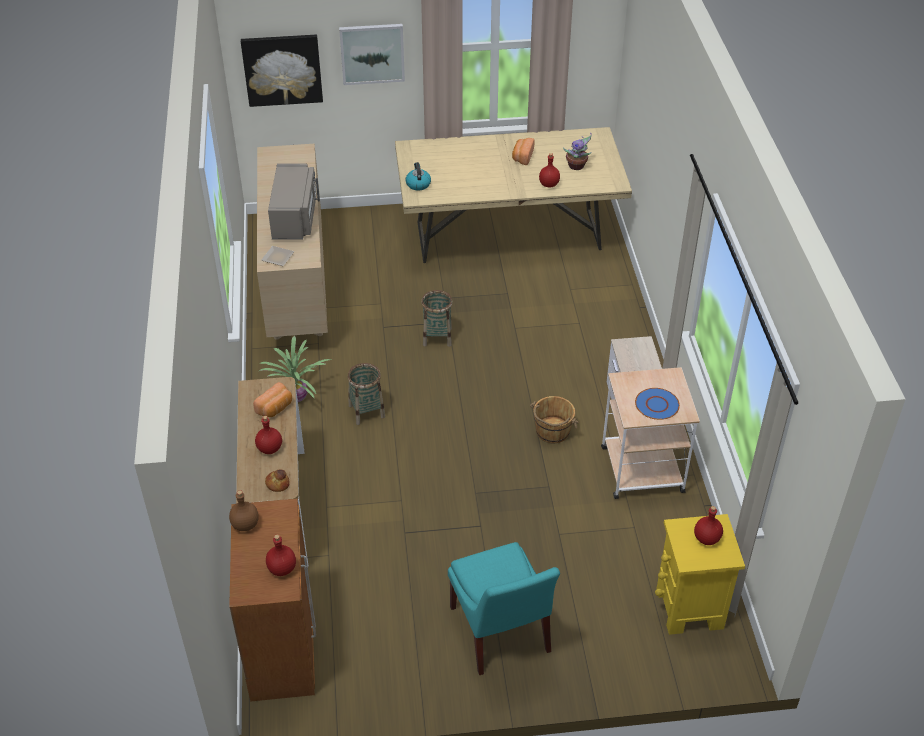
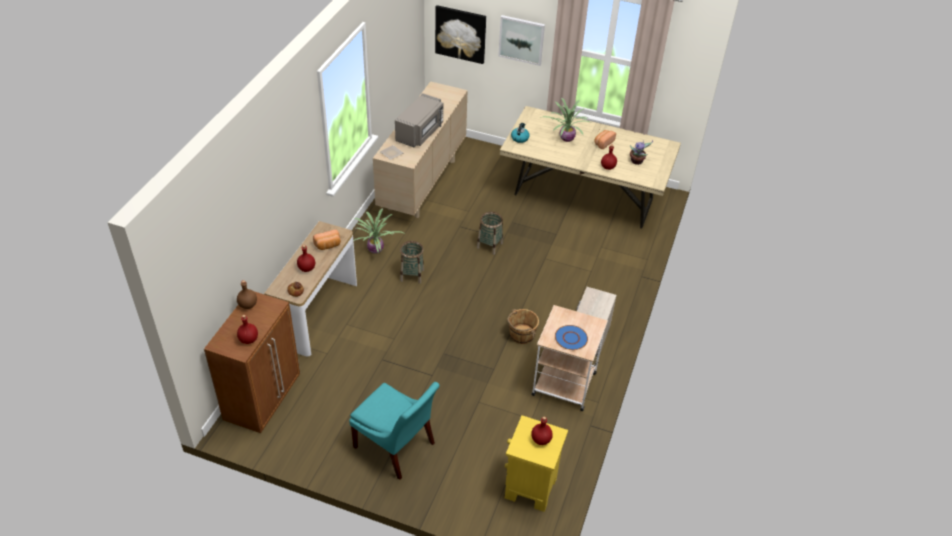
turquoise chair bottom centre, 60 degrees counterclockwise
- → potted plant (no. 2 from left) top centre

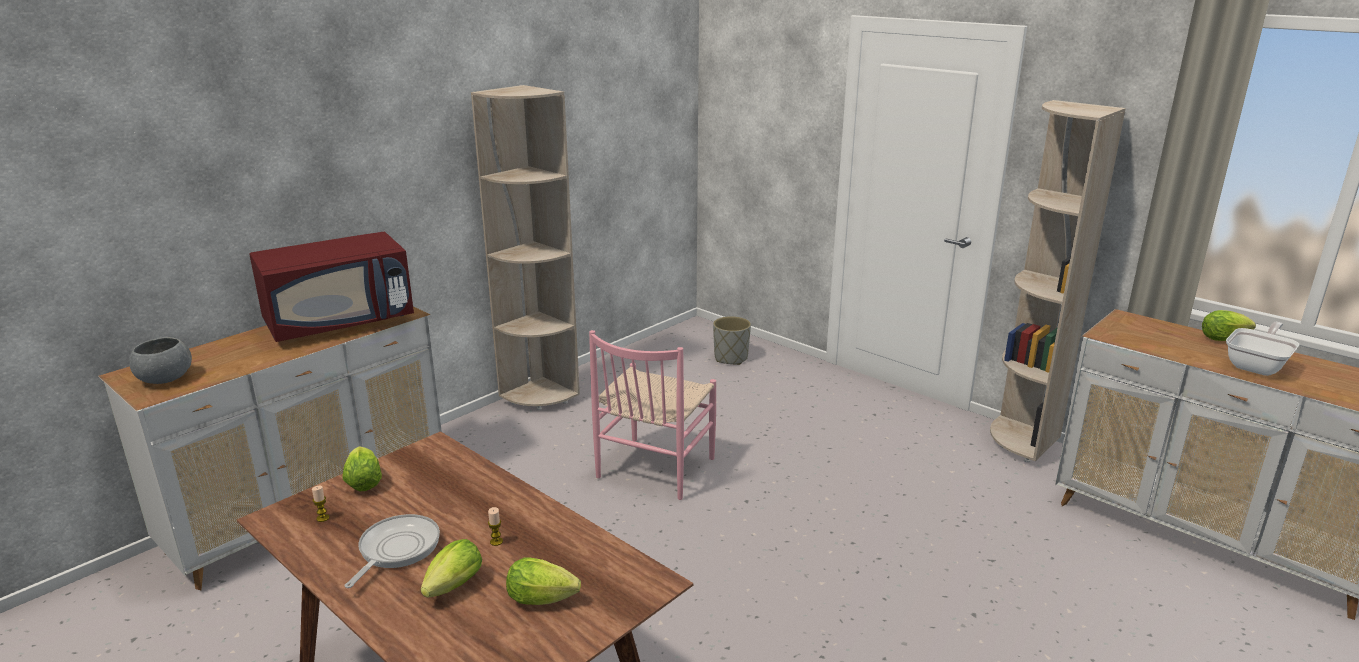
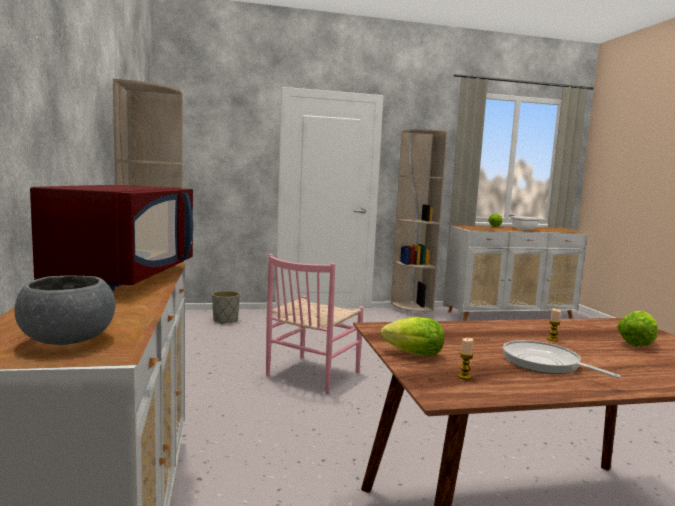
pink chair centre, 60 degrees clockwise
lettuce (no. 2 from left) bottom left → -

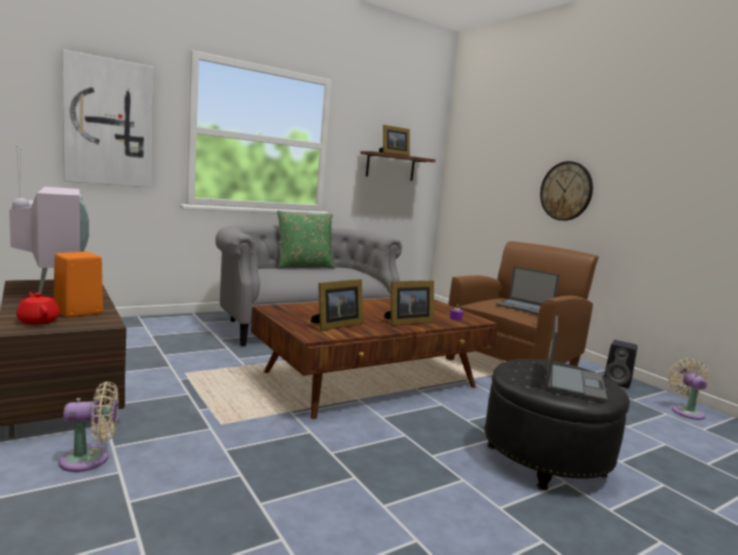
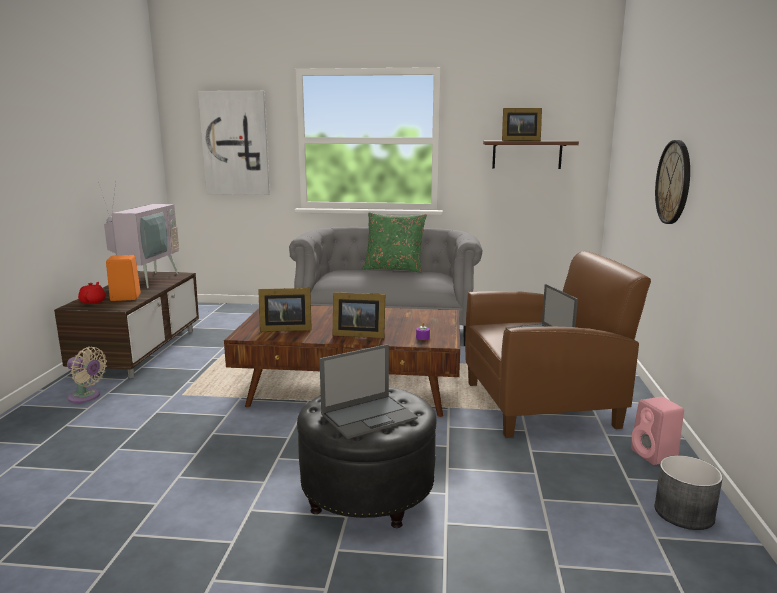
black speaker middle right → pink speaker bottom right
beige fan (no. 2 from left) bottom right → grey planter bottom right

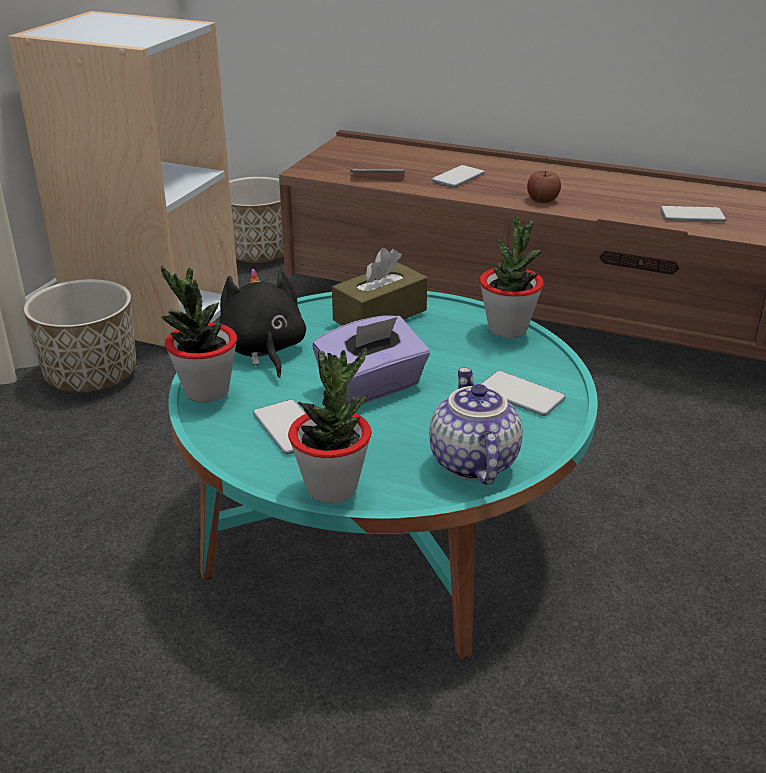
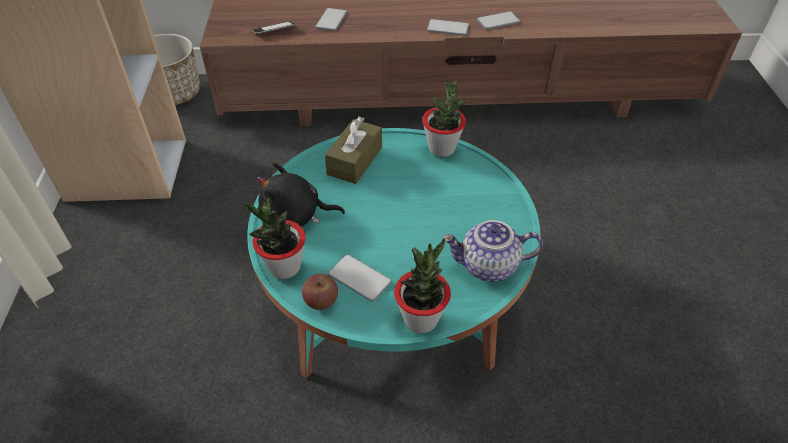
apple top right → apple centre, shifted
black plush toy centre, 45 degrees counterclockwise
planter (no. 1 from left) middle left → -
purple tissue box centre → -
teapot centre, 60 degrees counterclockwise
phone (no. 4 from left) middle right → phone (no. 4 from left) top centre, shifted

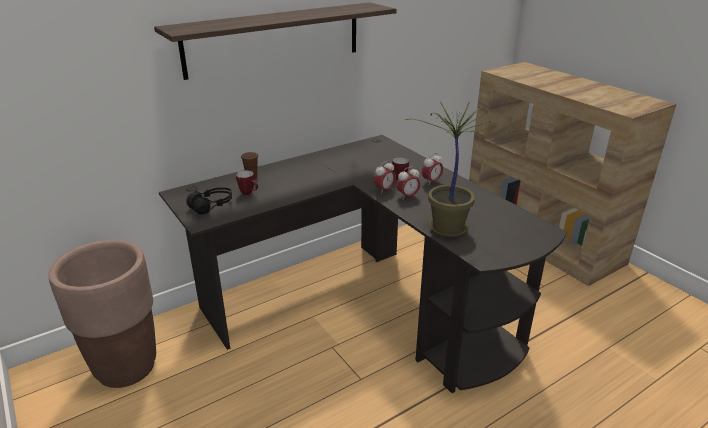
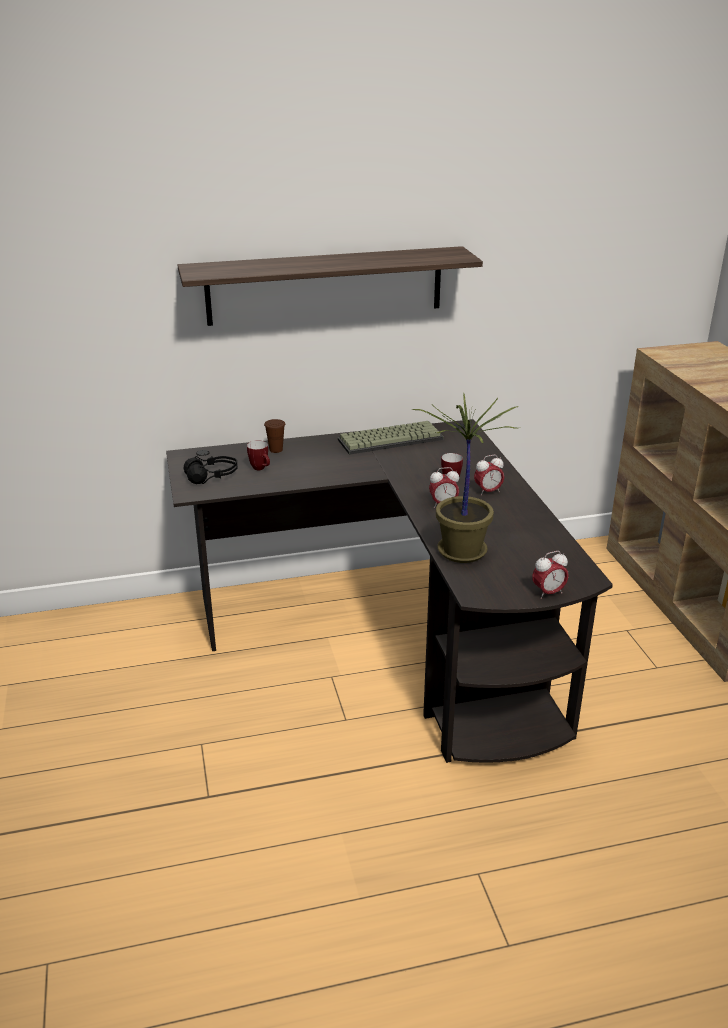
alarm clock (no. 1 from left in the first image) centre → alarm clock (no. 3 from left) middle right, shifted
brown planter bottom left → -
- → keyboard centre

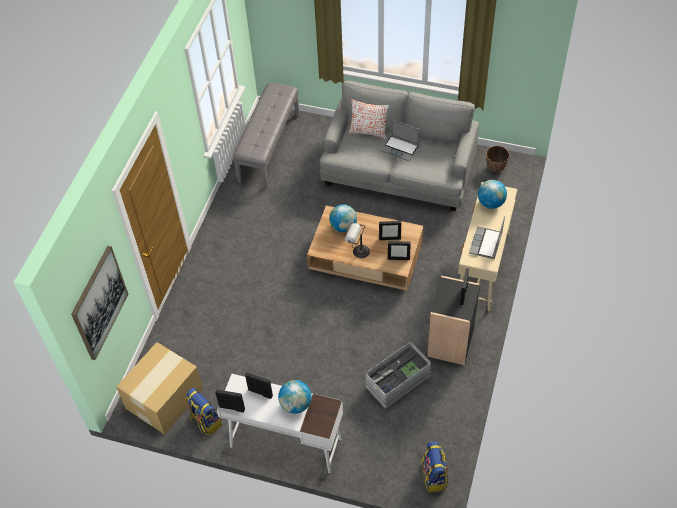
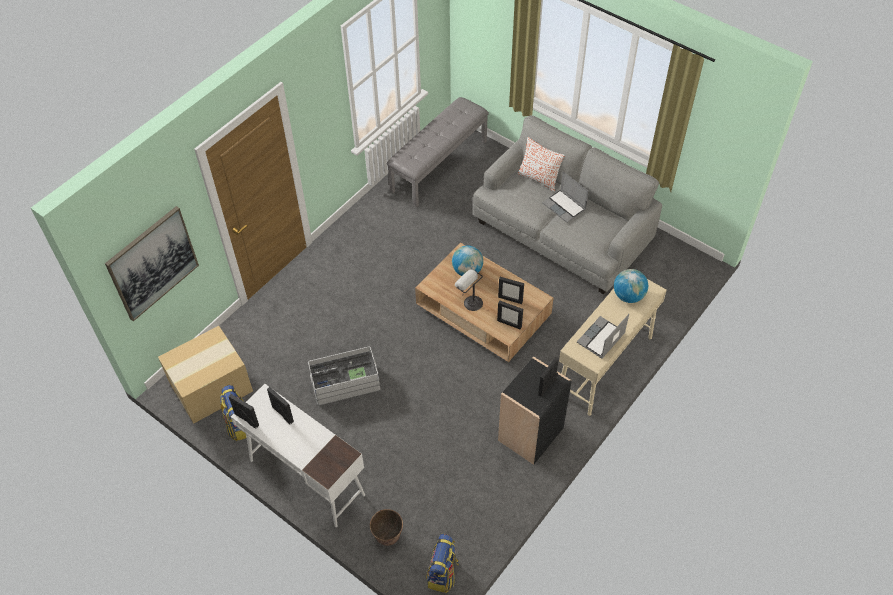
planter top right → planter bottom centre, shifted
grey storage box bottom centre → grey storage box centre, shifted
globe (no. 1 from left) bottom centre → -

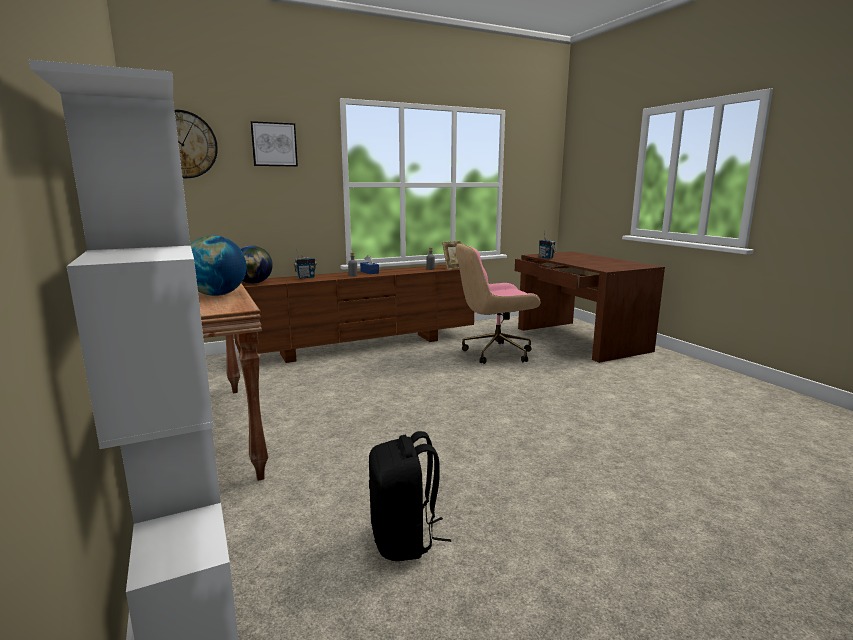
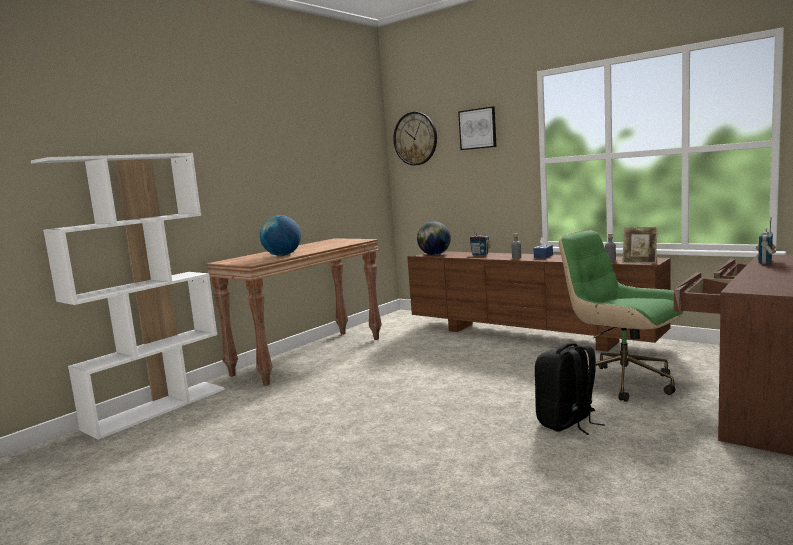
pink office chair centre → green office chair middle right
black backpack bottom centre → black backpack bottom right, shifted

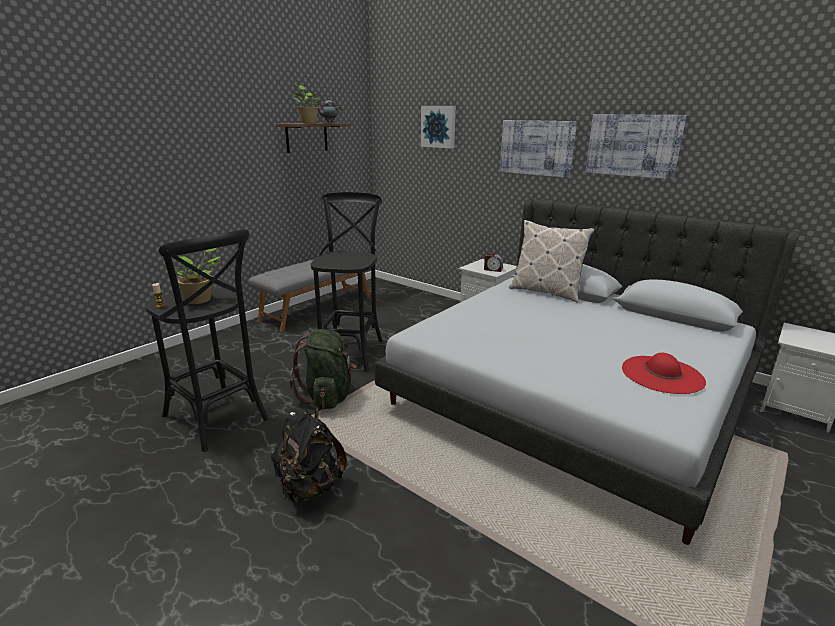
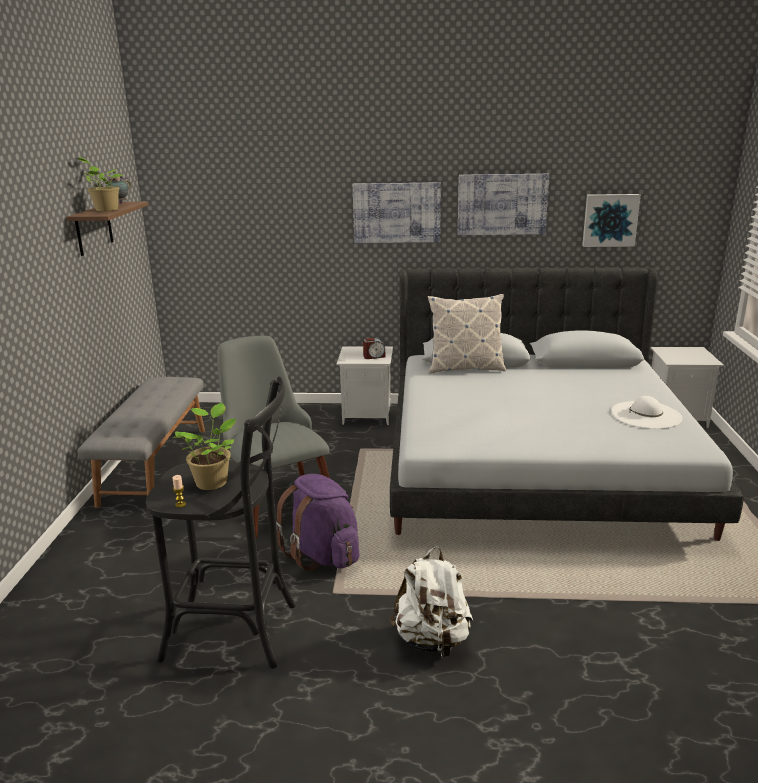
picture (no. 1 from left in the first image) top centre → picture (no. 3 from left) top right, shifted
black stool (no. 2 from left) centre → grey chair centre
green backpack centre → purple backpack bottom centre
red hat middle right → white hat middle right
black backpack bottom centre → white backpack bottom centre

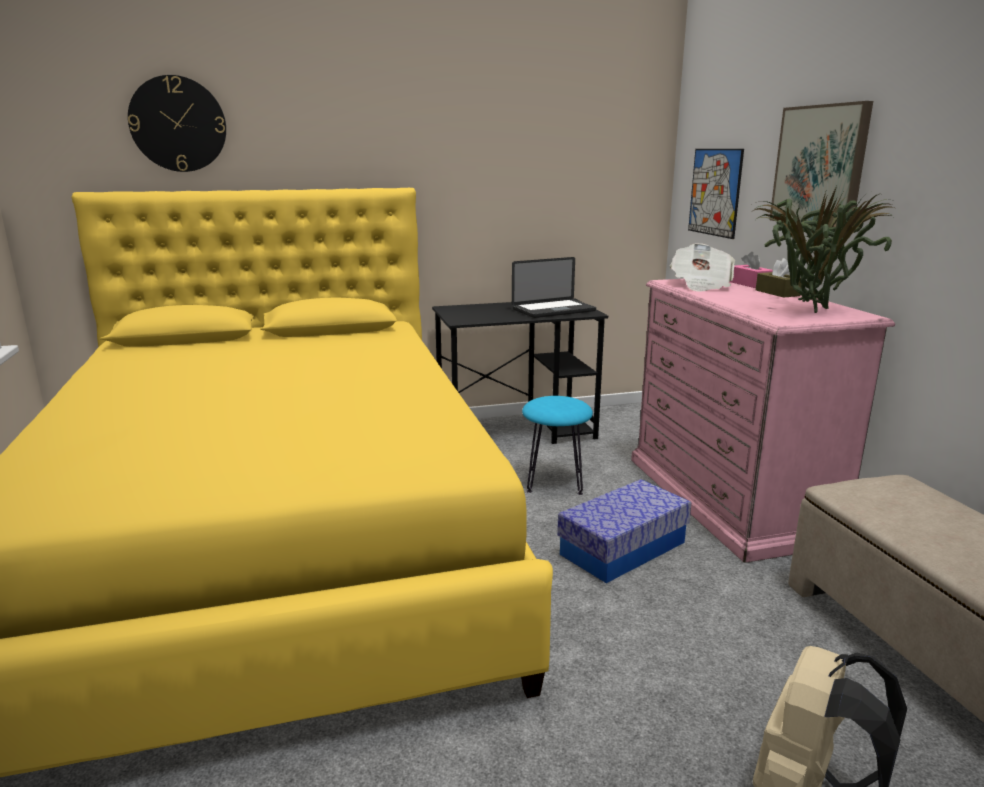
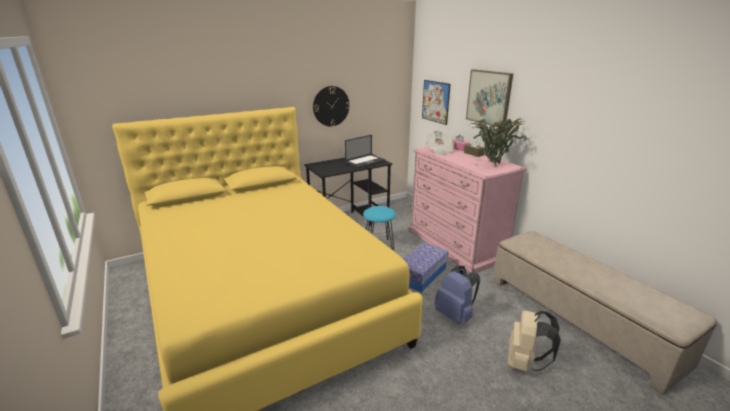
wall clock top left → wall clock top centre, shifted
- → blue backpack bottom centre

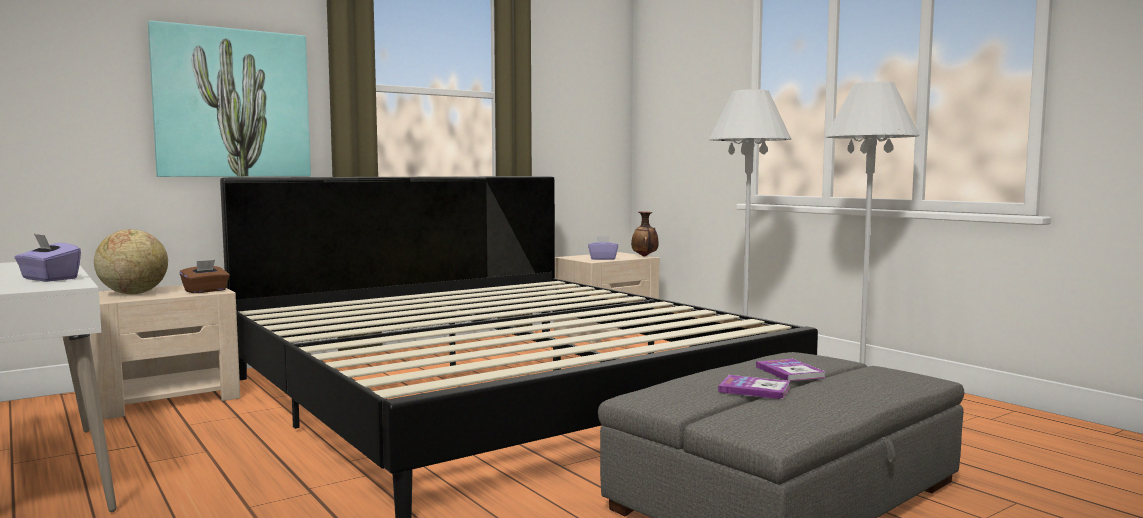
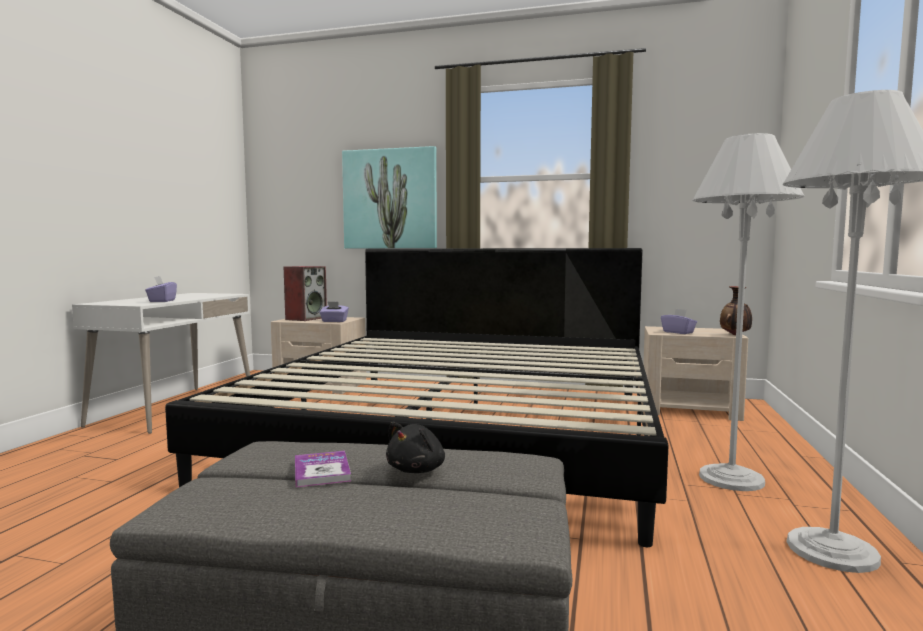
globe middle left → speaker middle left
brown tissue box middle left → purple tissue box (no. 2 from left) centre
book (no. 2 from left) bottom right → black plush toy bottom centre

